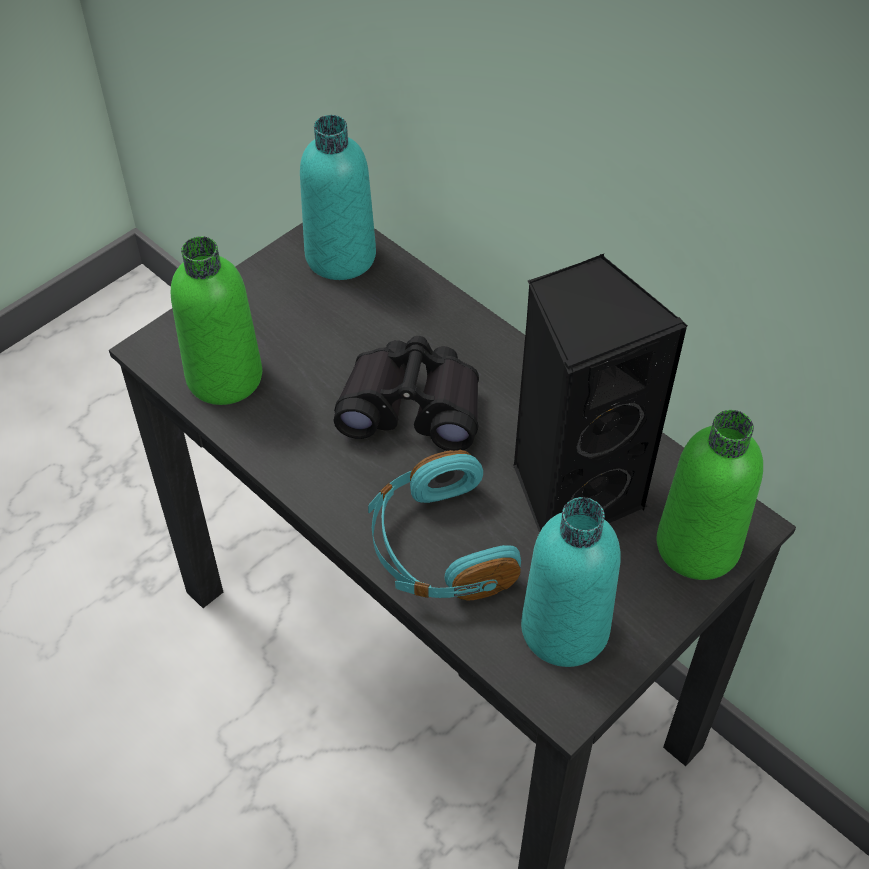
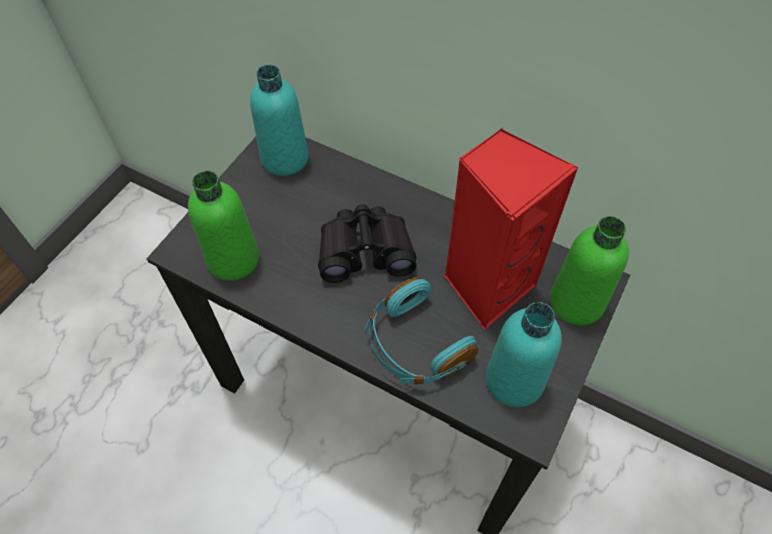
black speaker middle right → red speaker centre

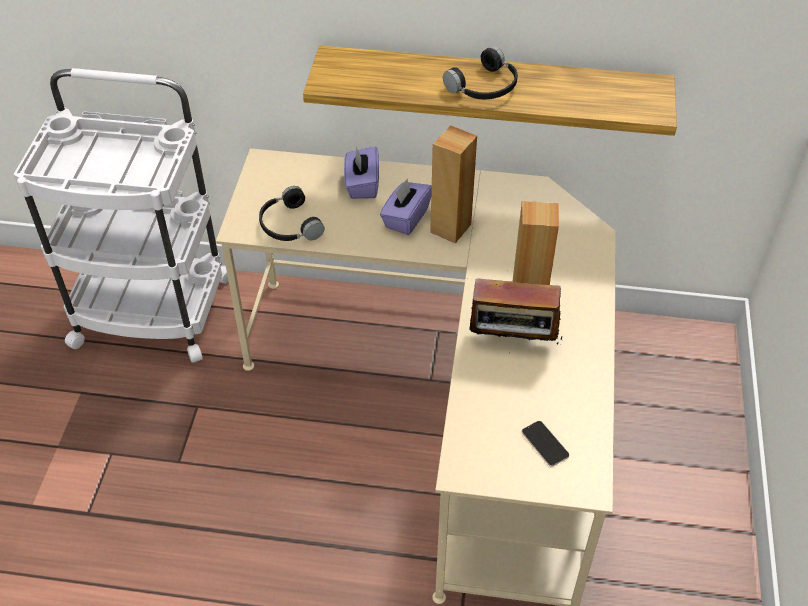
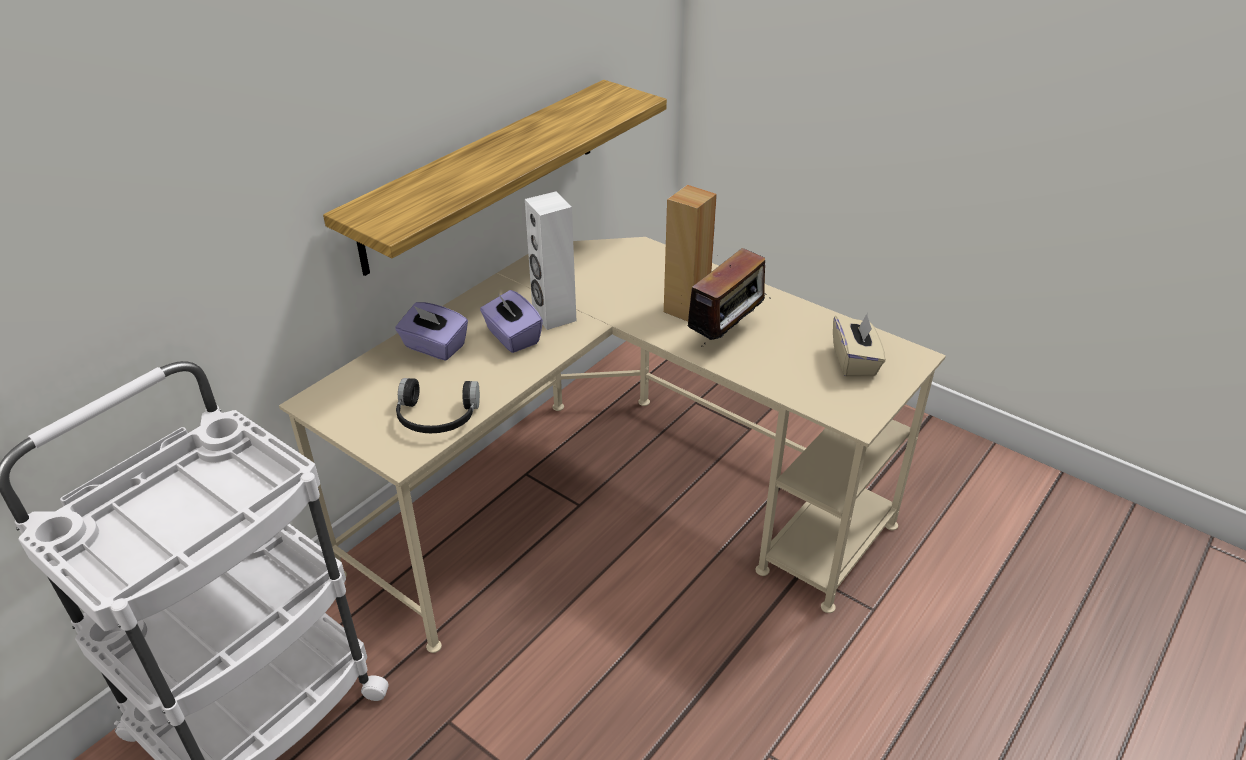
black headphones (no. 2 from left) top centre → -
brown speaker (no. 1 from left) top centre → white speaker centre
phone bottom right → beige tissue box middle right

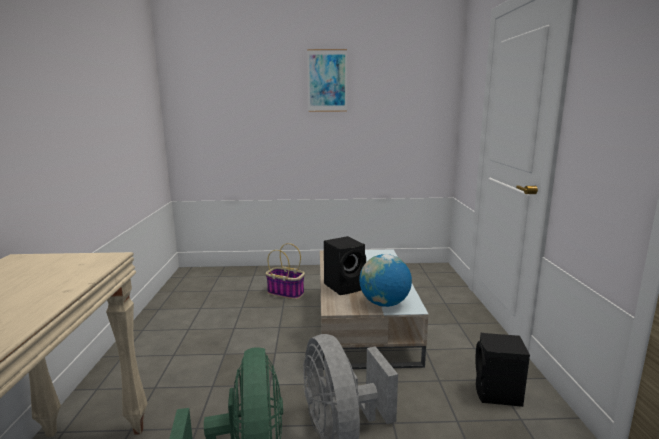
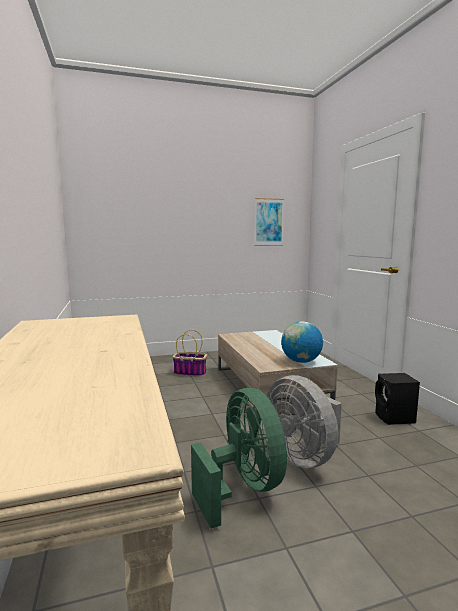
picture top centre → picture centre, shifted
black speaker (no. 1 from left) centre → -

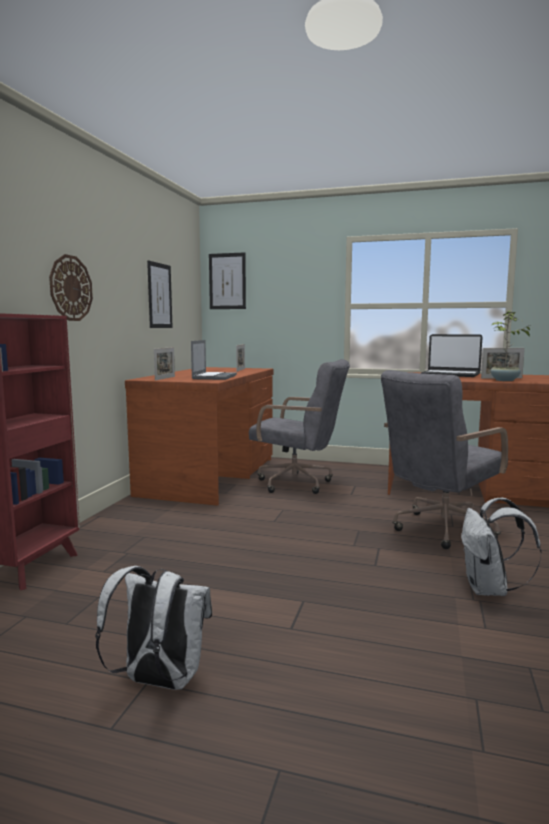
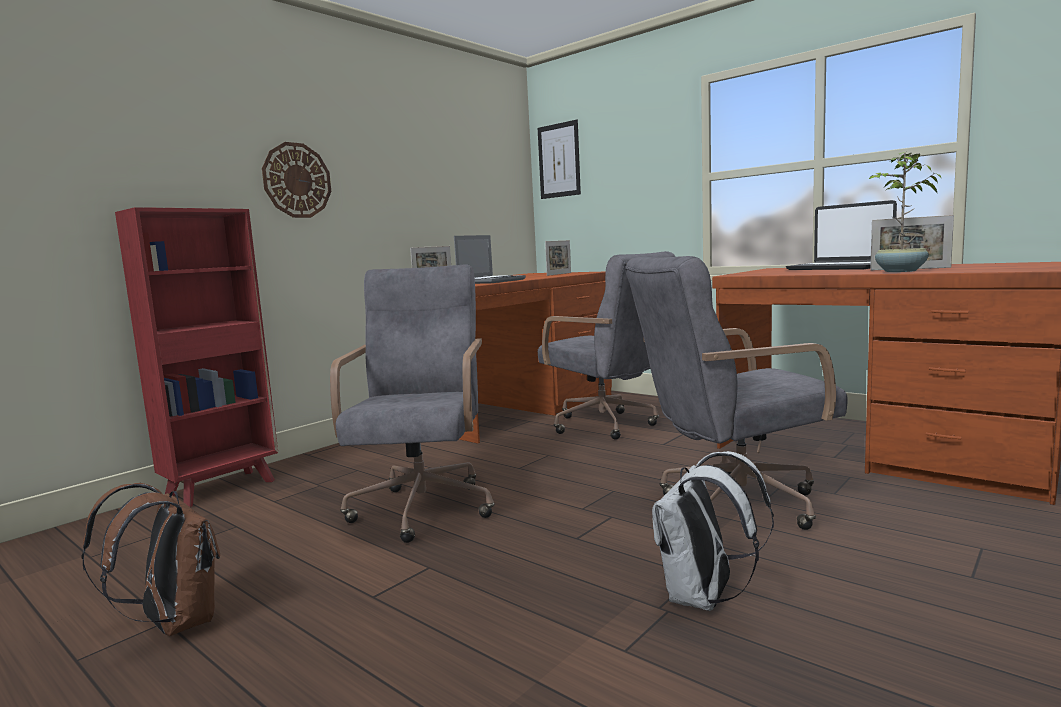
picture (no. 1 from left) middle left → -
white backpack (no. 1 from left) bottom left → brown backpack bottom left
- → grey office chair (no. 1 from left) centre

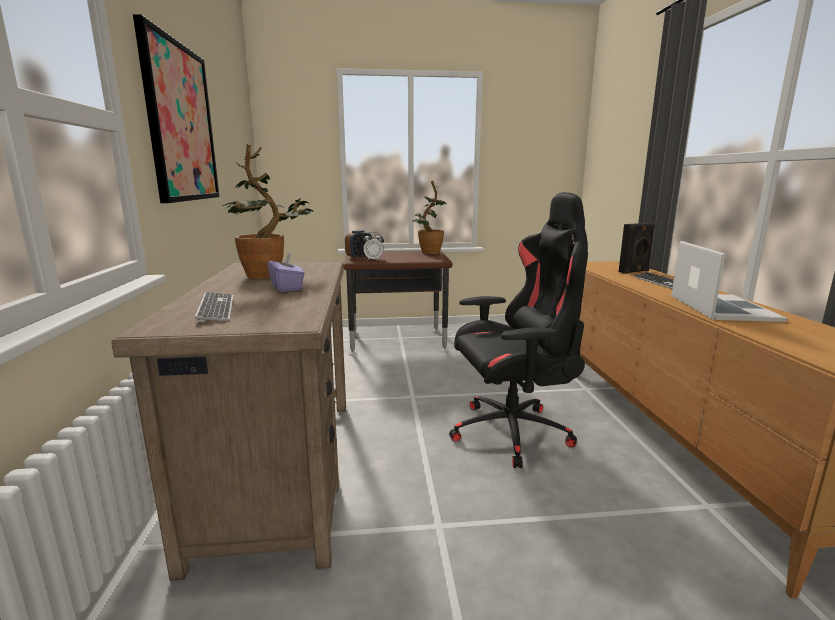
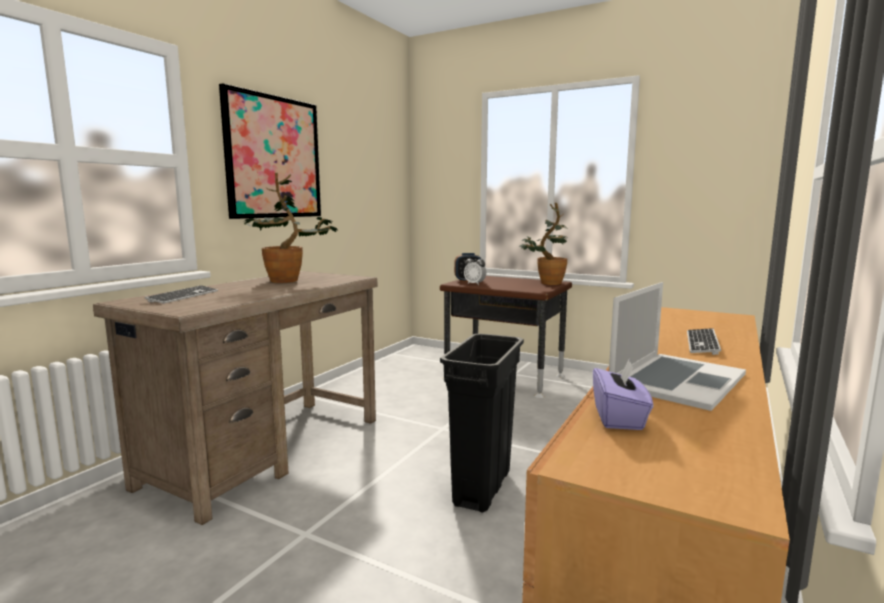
black office chair centre → black trash can bottom centre
black speaker middle right → -
purple tissue box centre → purple tissue box middle right, shifted

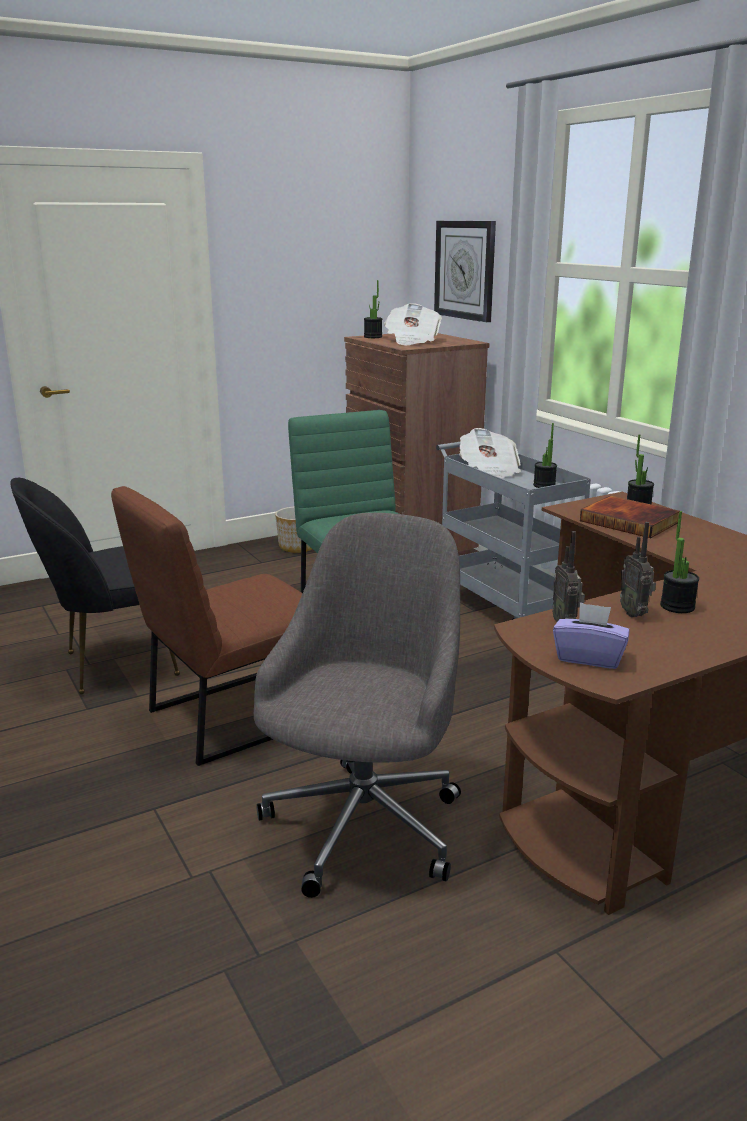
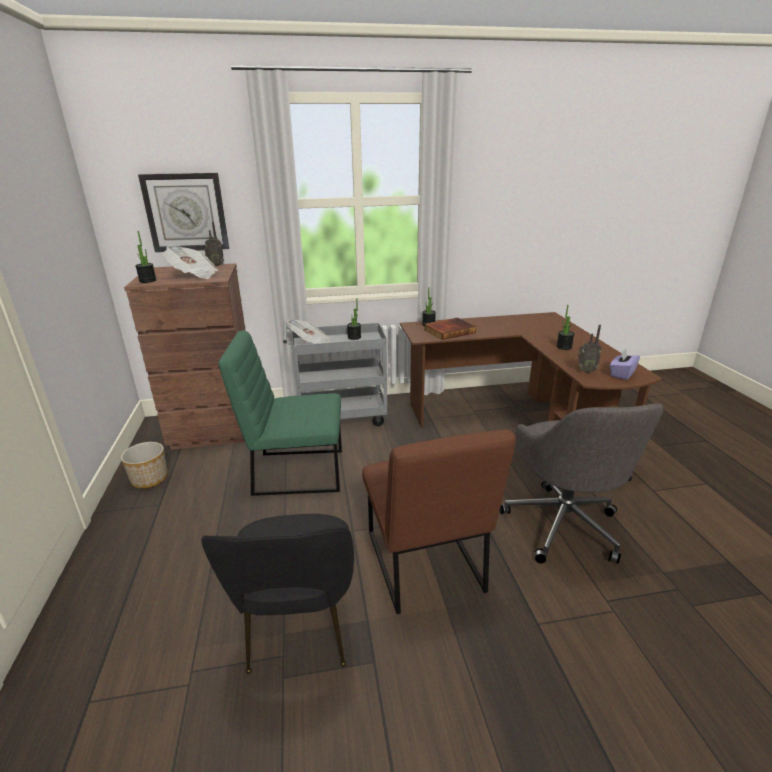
grey office chair centre → grey office chair middle right, 135 degrees counterclockwise
radio (no. 2 from left in the first image) middle right → radio (no. 1 from left) top left, shifted

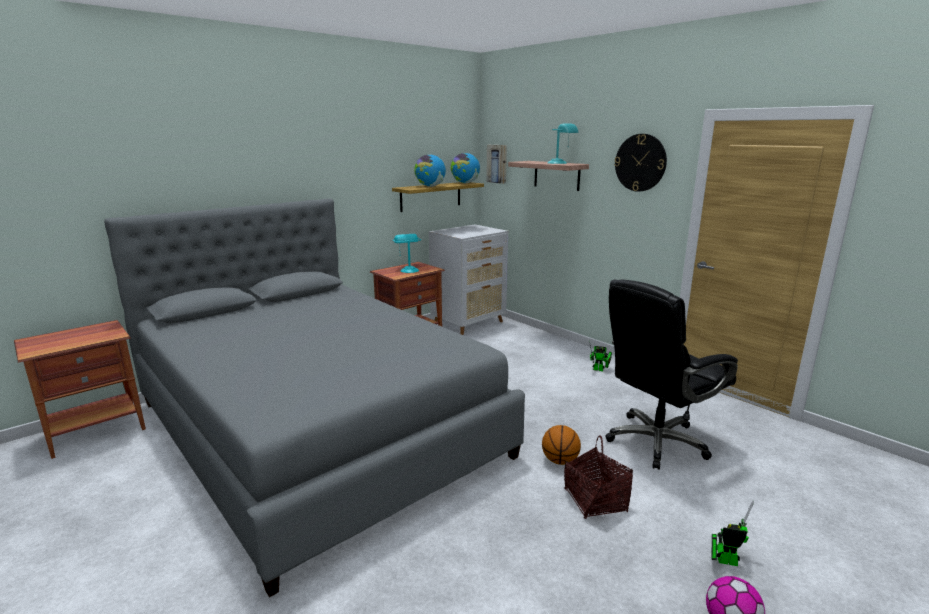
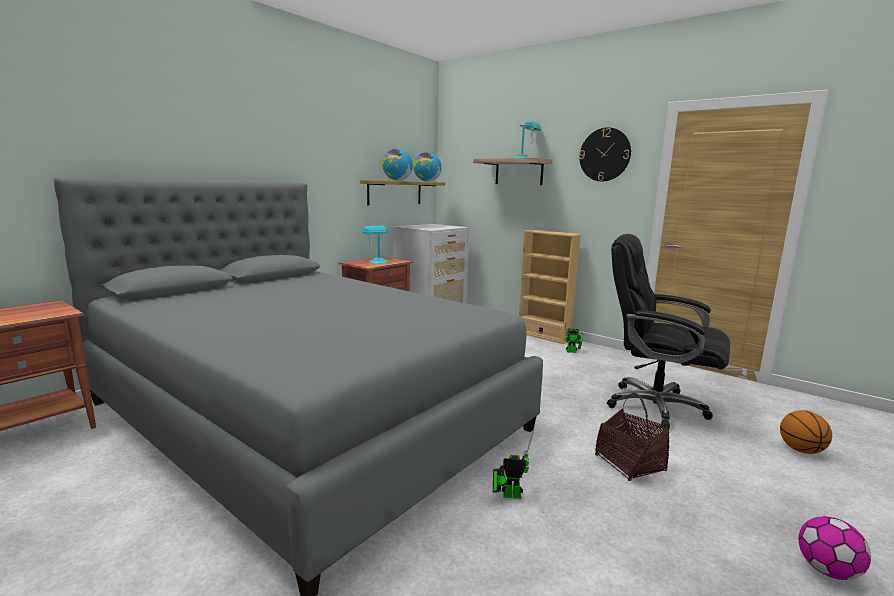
picture top centre → -
black office chair middle right, 75 degrees clockwise
basketball bottom centre → basketball bottom right, shifted
toy robot (no. 2 from left in the first image) bottom right → toy robot (no. 1 from left) bottom centre, shifted
- → beige bookcase centre

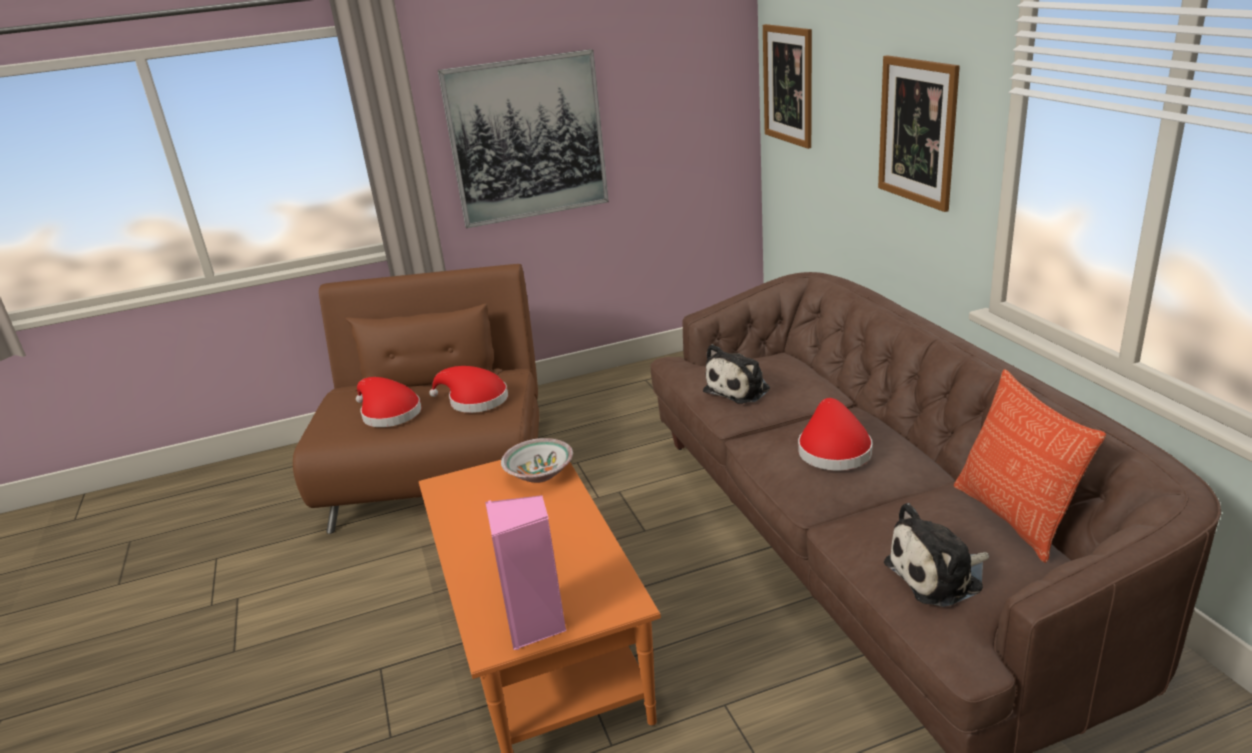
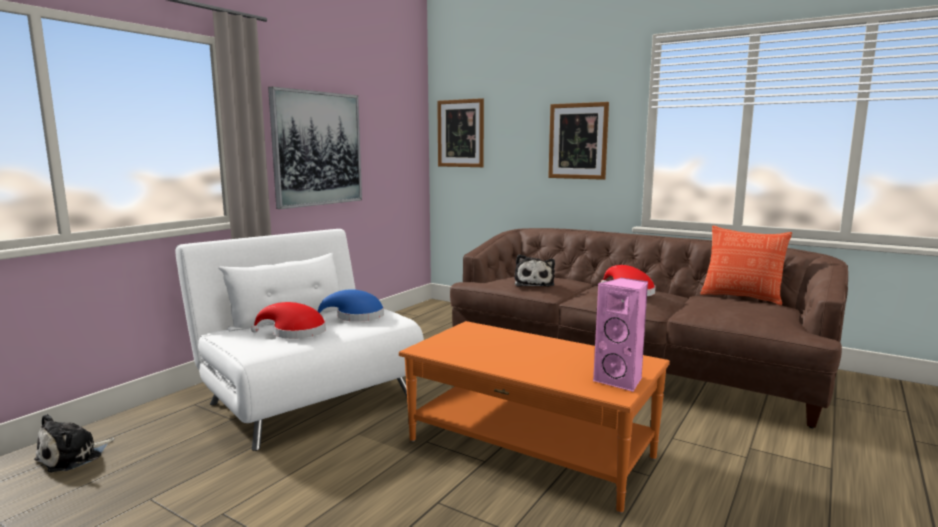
brown armchair middle left → white armchair middle left
red hat (no. 2 from left) centre → blue hat centre
bowl centre → -
plush toy (no. 2 from left in the first image) bottom right → plush toy (no. 1 from left) bottom left, shifted

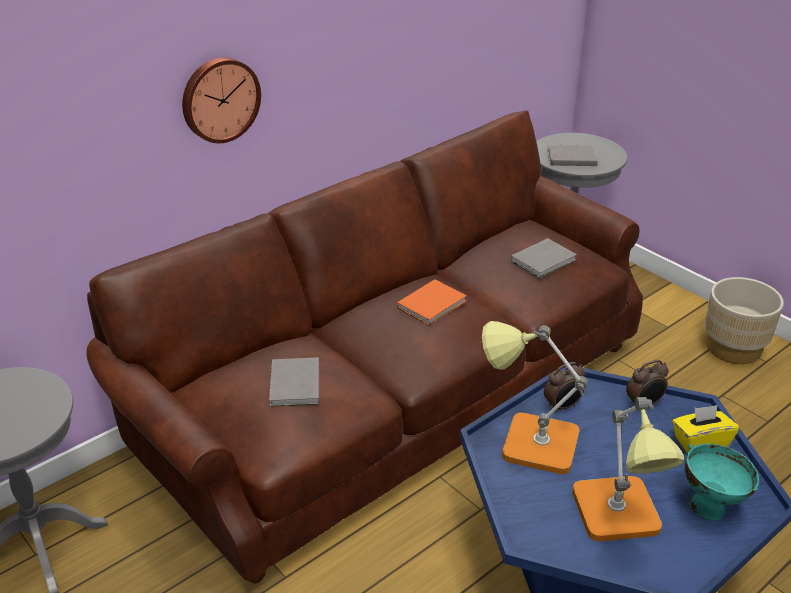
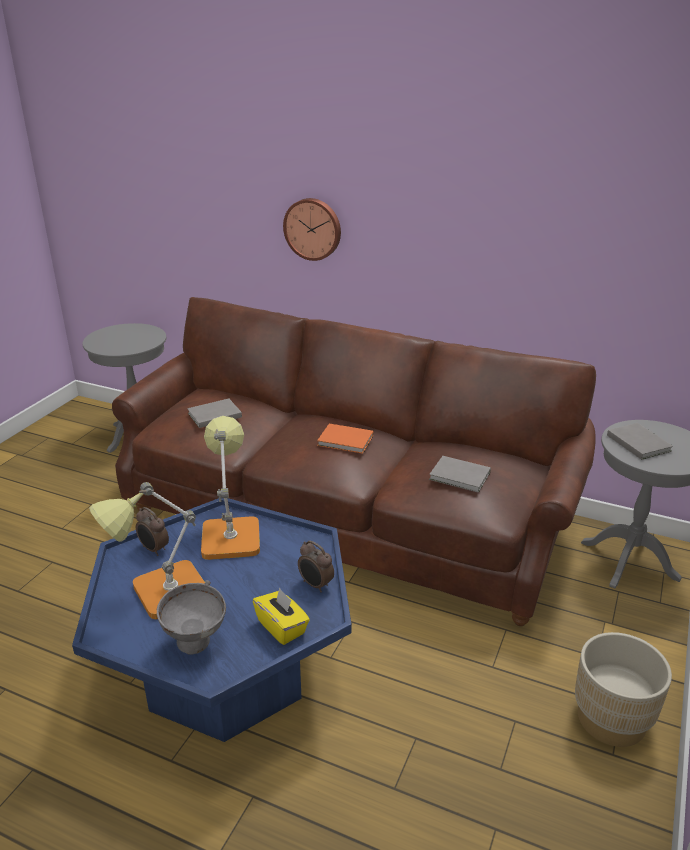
alarm clock (no. 1 from left) middle right → alarm clock (no. 1 from left) middle left, shifted
turquoise bowl bottom right → grey bowl bottom left

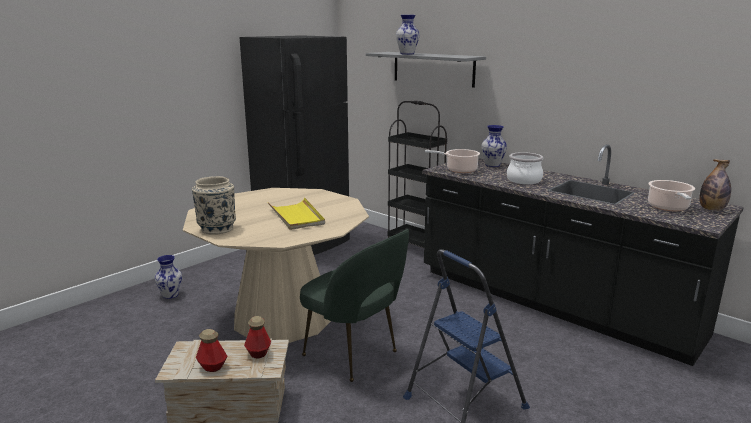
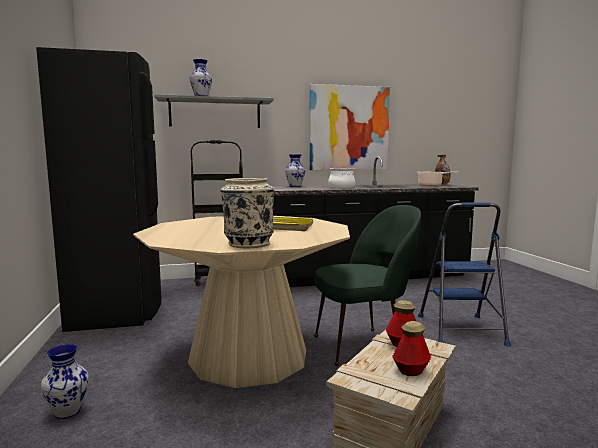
cooking pot (no. 1 from left) centre → -
- → picture top centre

